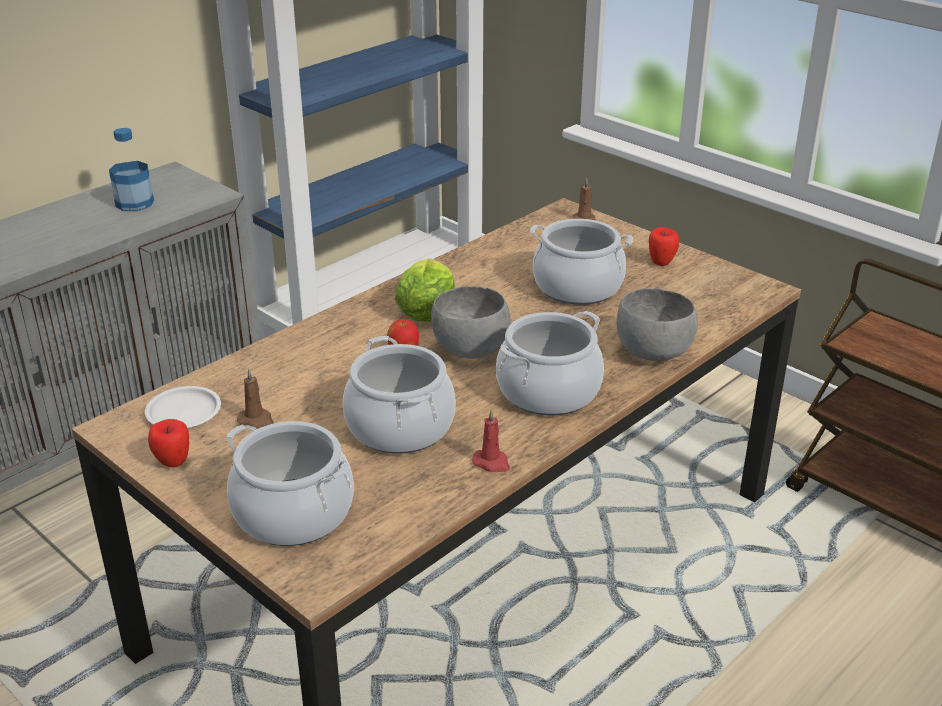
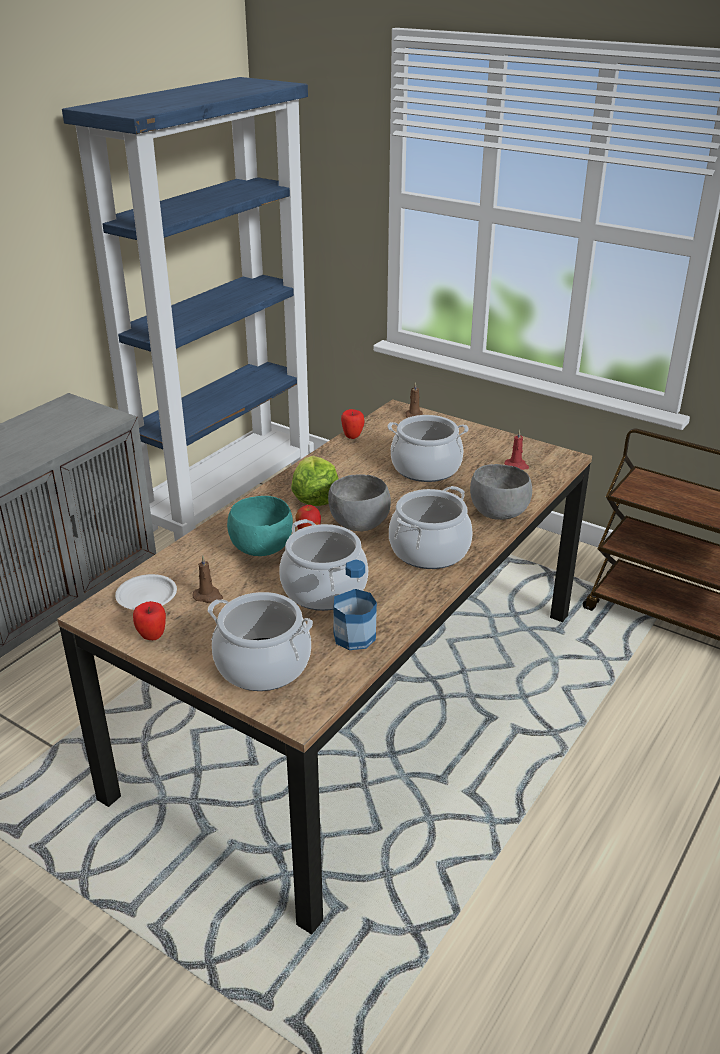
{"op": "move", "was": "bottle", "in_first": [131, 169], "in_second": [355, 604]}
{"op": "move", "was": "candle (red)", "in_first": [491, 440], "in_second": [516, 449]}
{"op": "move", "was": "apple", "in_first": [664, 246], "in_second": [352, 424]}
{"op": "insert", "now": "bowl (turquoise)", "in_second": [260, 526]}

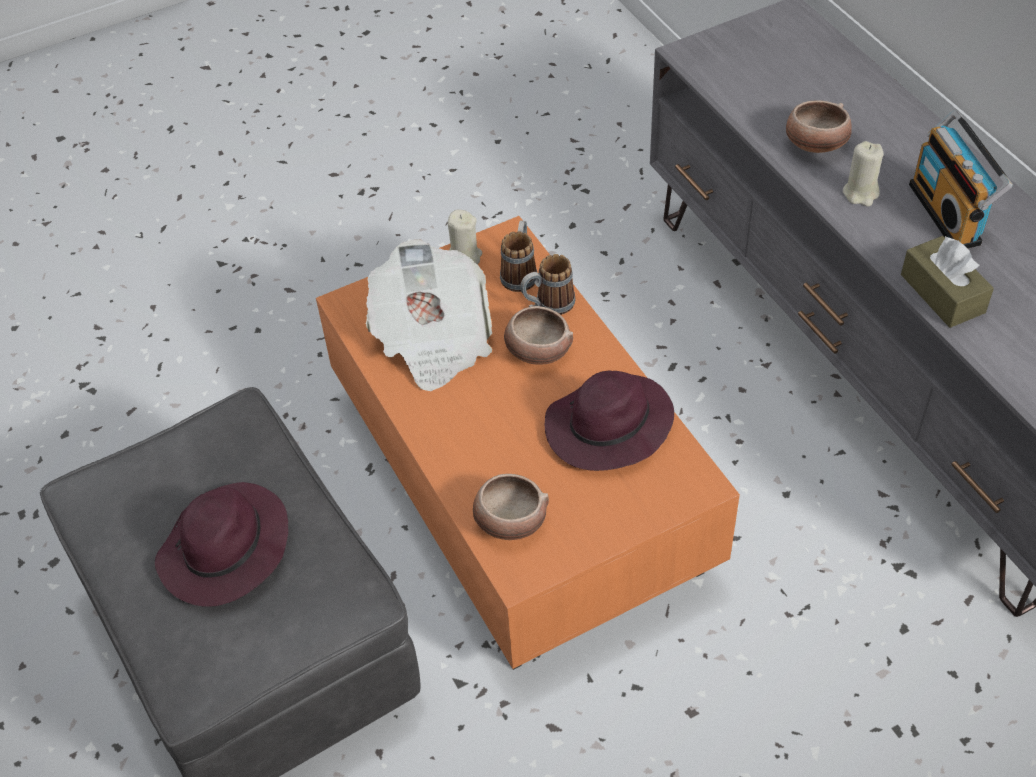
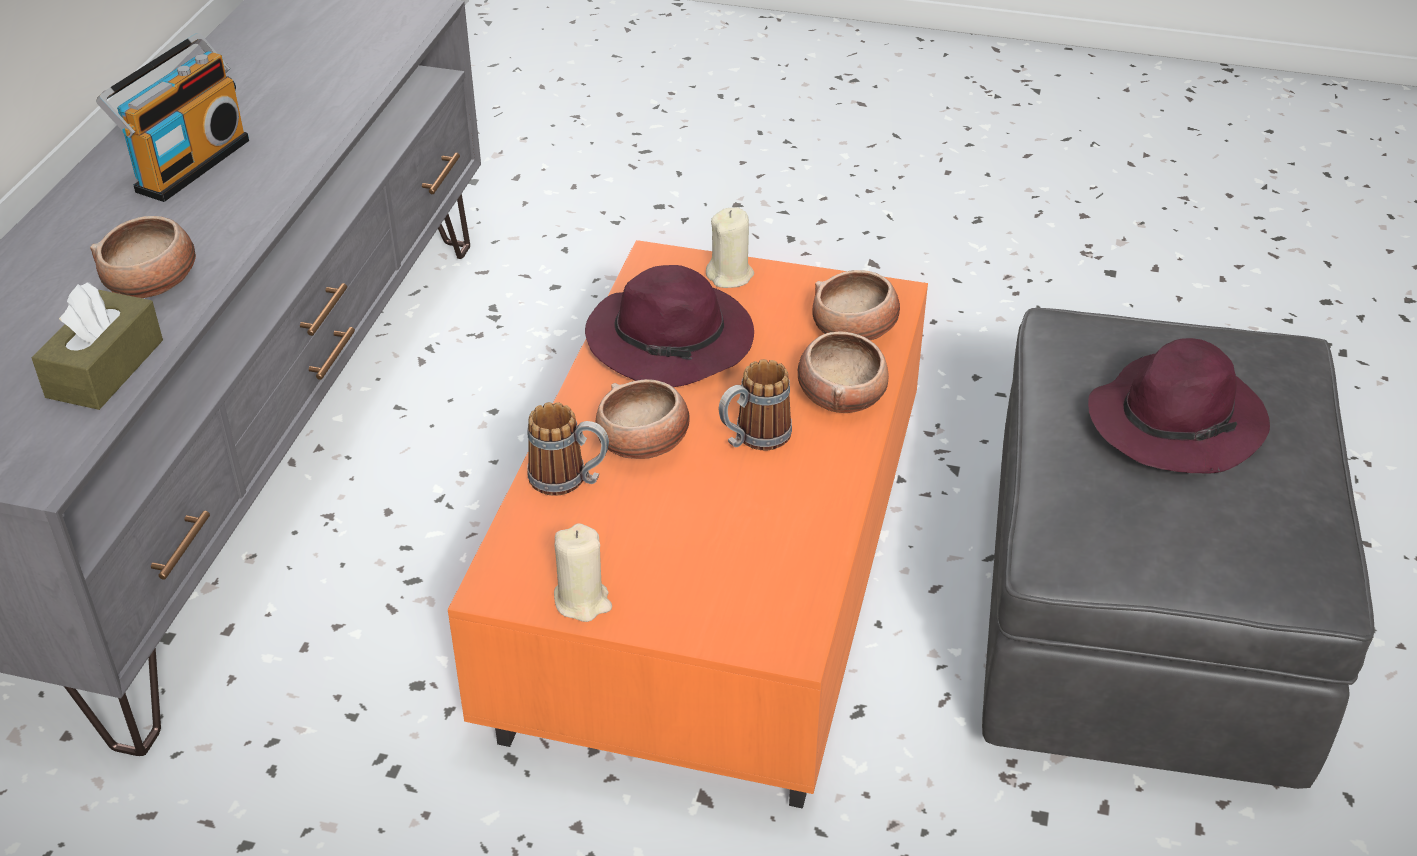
{"op": "delete", "was": "newspaper", "in_first": [429, 315]}
{"op": "move", "was": "mug", "in_first": [518, 256], "in_second": [755, 404]}
{"op": "move", "was": "candle (beige)", "in_first": [863, 173], "in_second": [730, 247]}
{"op": "move", "was": "tissue box (brown)", "in_first": [947, 282], "in_second": [97, 346]}
{"op": "insert", "now": "bowl", "in_second": [843, 372]}

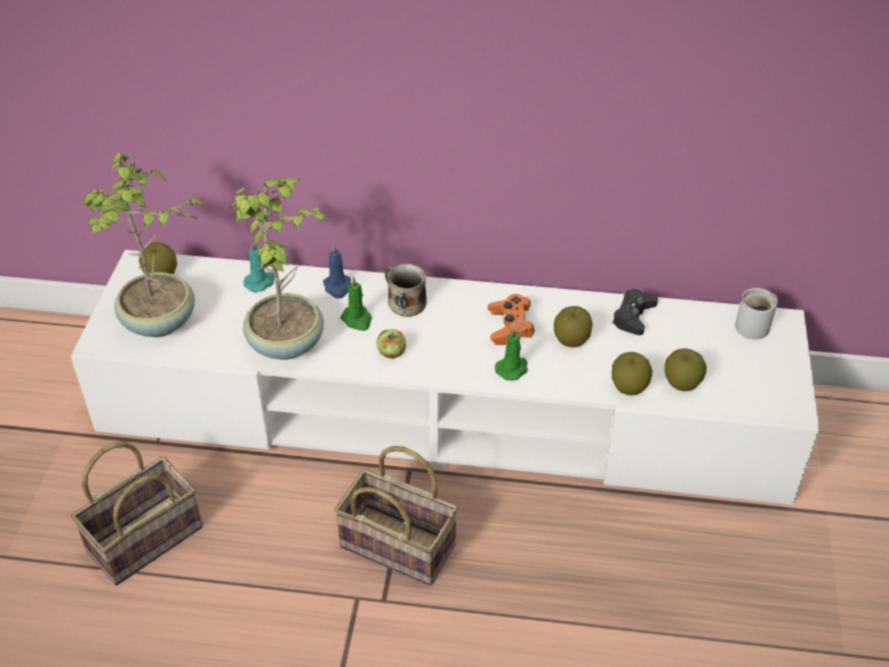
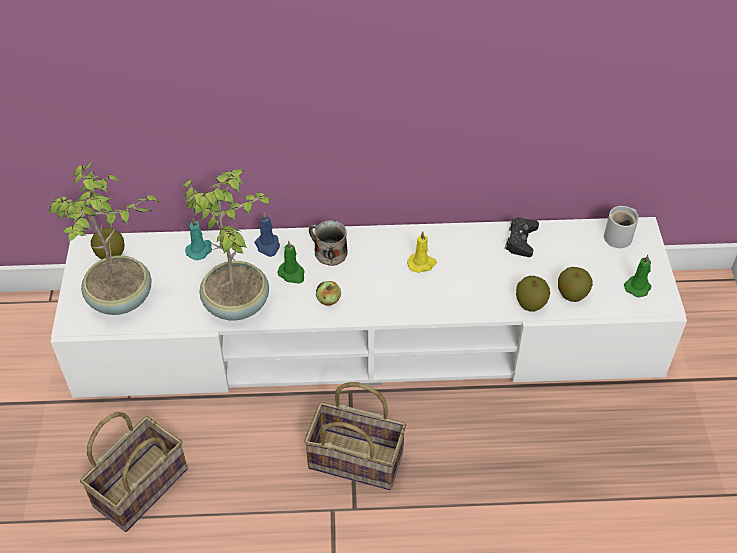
{"op": "replace", "was": "game controller (orange)", "now": "candle (yellow)", "in_first": [511, 319], "in_second": [422, 252]}
{"op": "move", "was": "candle (green)", "in_first": [511, 354], "in_second": [638, 276]}
{"op": "delete", "was": "apple", "in_first": [573, 326]}

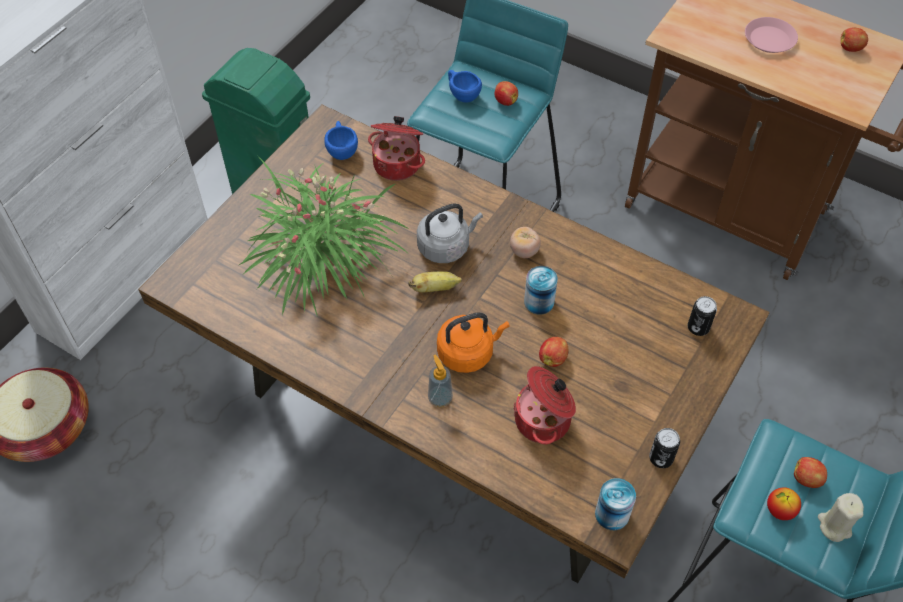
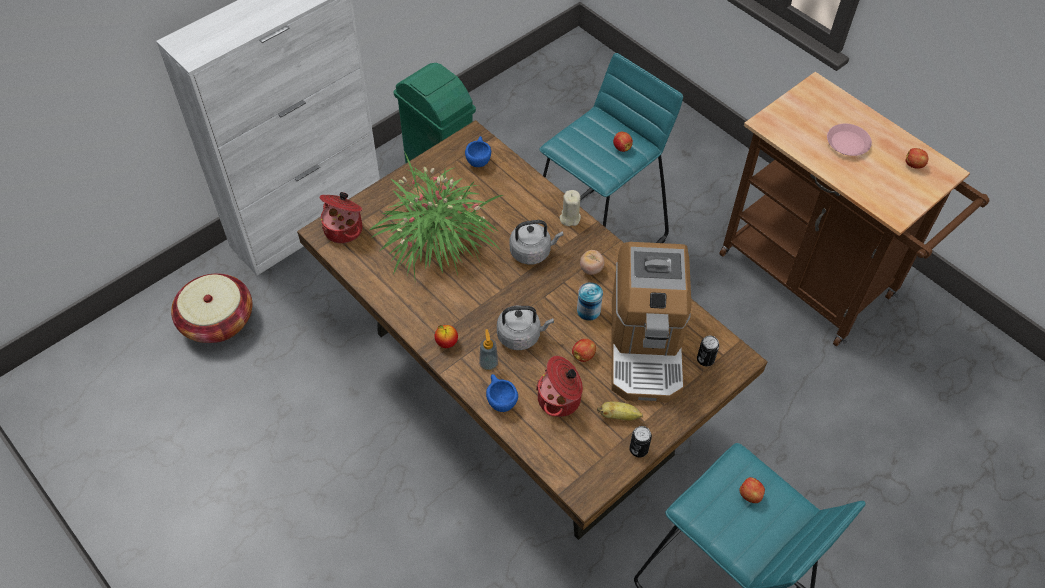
{"op": "move", "was": "cooking pot", "in_first": [396, 148], "in_second": [341, 218]}
{"op": "move", "was": "banana", "in_first": [435, 282], "in_second": [620, 411]}
{"op": "recolor", "was": "kettle (orange)", "now": "kettle (grey)", "in_first": [473, 342], "in_second": [525, 327]}
{"op": "move", "was": "cup (blue)", "in_first": [465, 86], "in_second": [502, 393]}
{"op": "delete", "was": "can", "in_first": [615, 504]}
{"op": "move", "was": "apple", "in_first": [784, 503], "in_second": [446, 336]}
{"op": "move", "was": "candle (beige)", "in_first": [841, 517], "in_second": [570, 208]}
{"op": "insert", "now": "coffee machine", "in_second": [651, 322]}

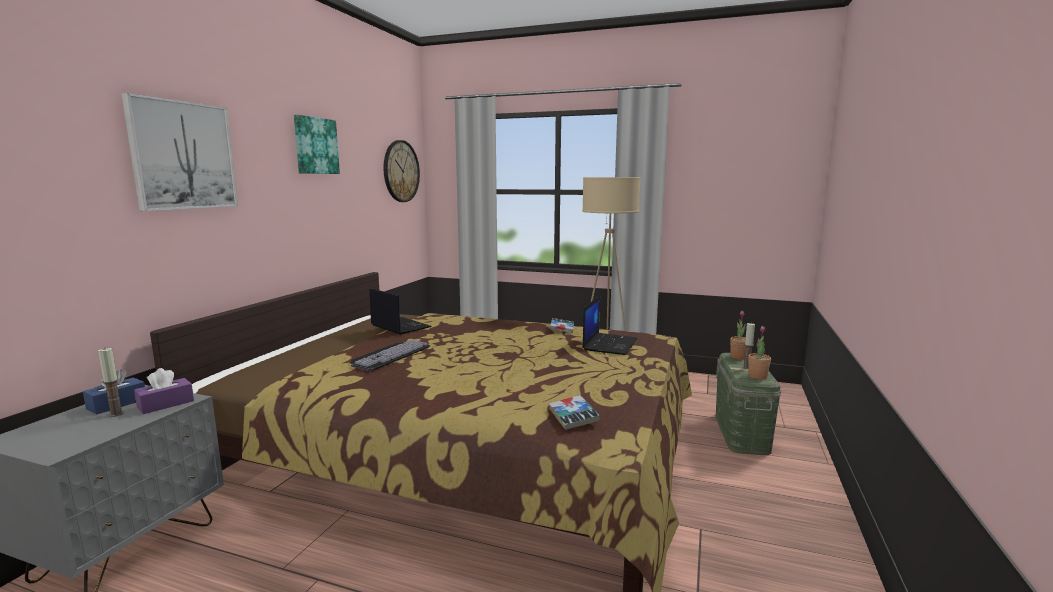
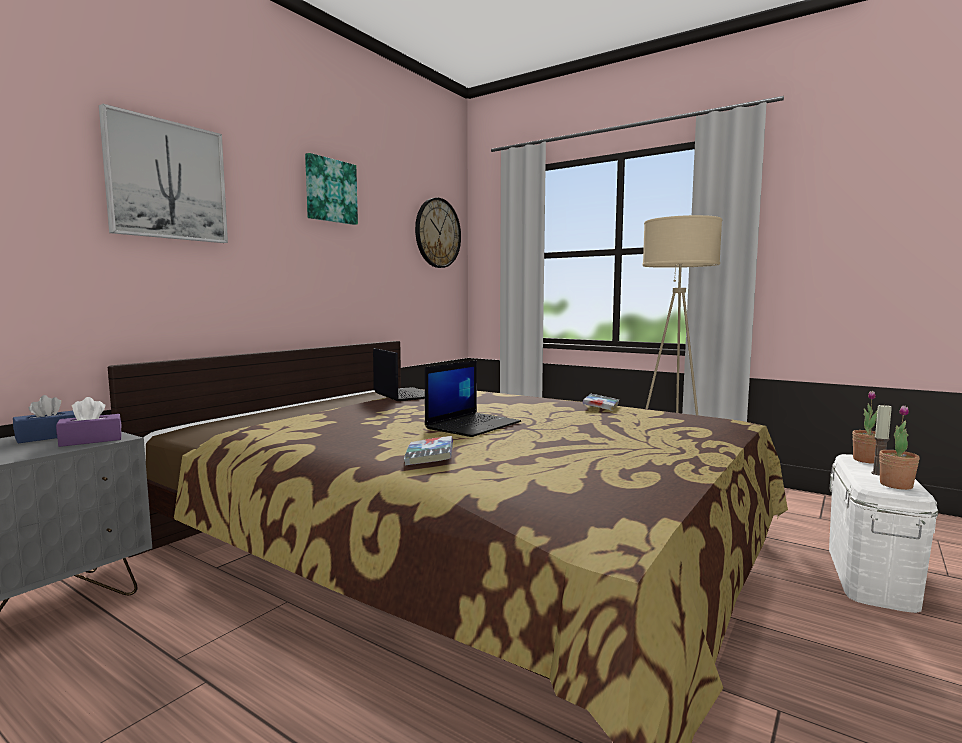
{"op": "delete", "was": "candle", "in_first": [111, 382]}
{"op": "delete", "was": "keyboard", "in_first": [390, 355]}
{"op": "move", "was": "book", "in_first": [574, 412], "in_second": [428, 451]}
{"op": "move", "was": "laptop", "in_first": [610, 325], "in_second": [473, 398]}
{"op": "recolor", "was": "storage box (green)", "now": "storage box (white)", "in_first": [748, 404], "in_second": [883, 533]}

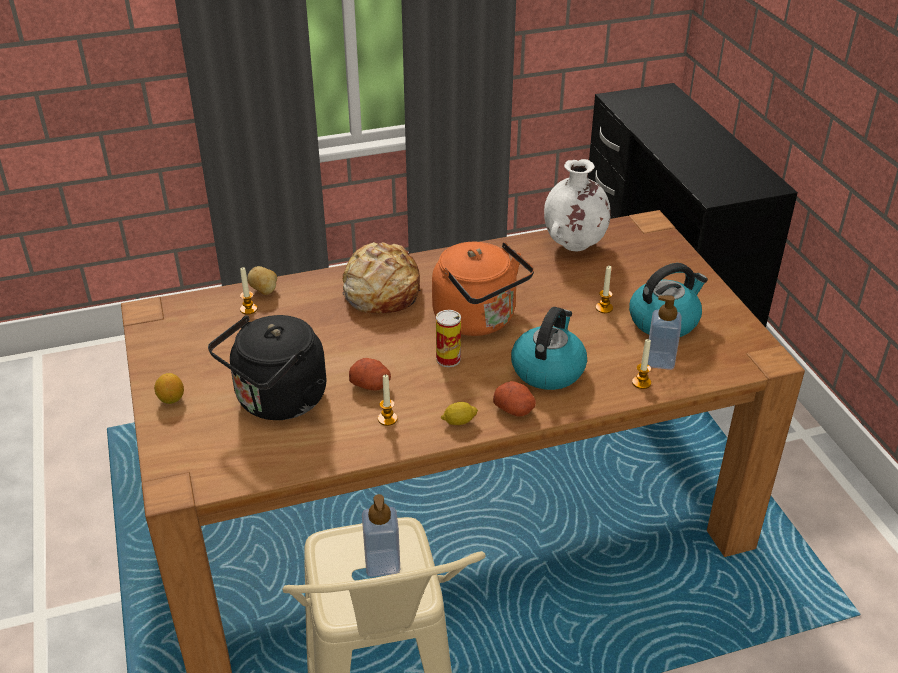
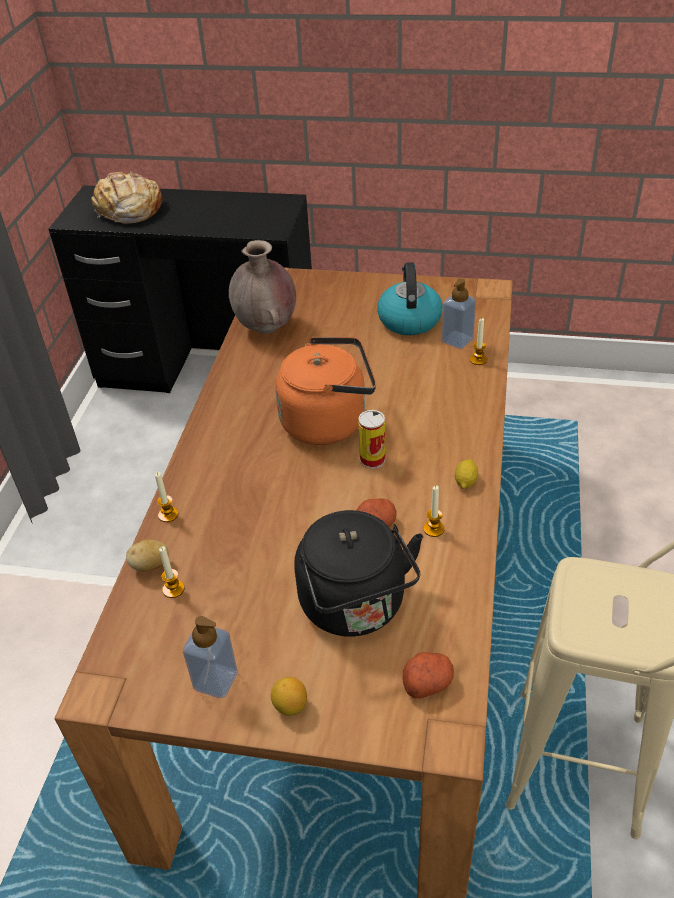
{"op": "move", "was": "bread", "in_first": [381, 278], "in_second": [127, 197]}
{"op": "move", "was": "soap dispenser", "in_first": [381, 535], "in_second": [210, 657]}
{"op": "move", "was": "potato", "in_first": [514, 399], "in_second": [428, 675]}
{"op": "delete", "was": "kettle", "in_first": [549, 348]}
{"op": "recolor", "was": "vase (white)", "now": "vase (brown)", "in_first": [577, 205], "in_second": [262, 287]}
{"op": "move", "was": "candle", "in_first": [604, 289], "in_second": [166, 497]}

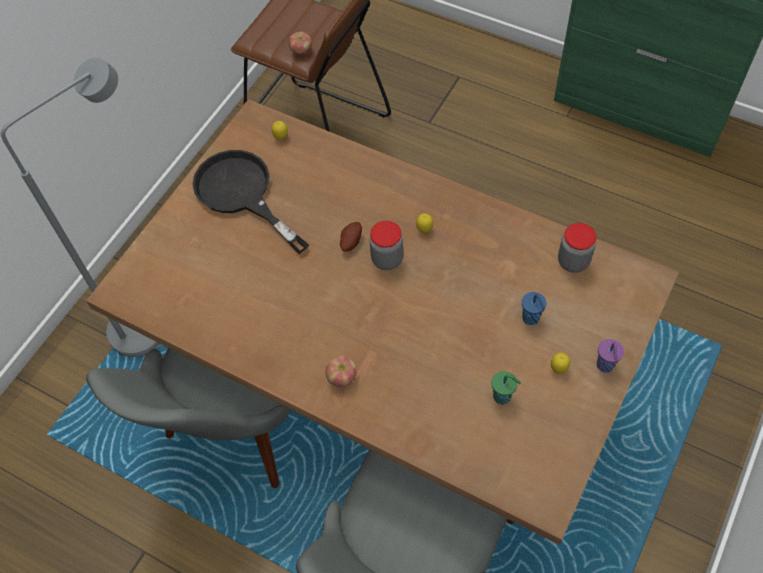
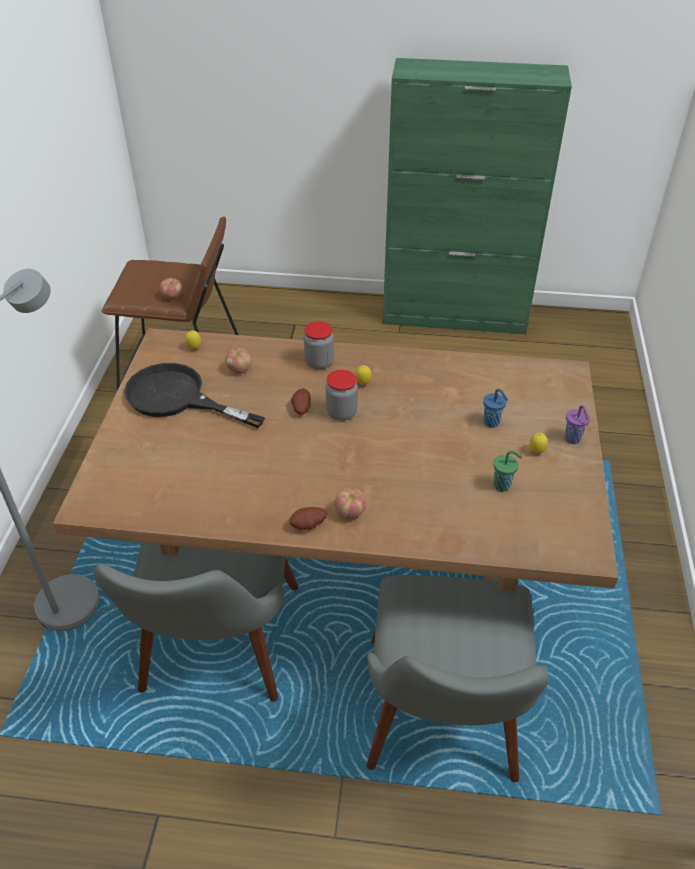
{"op": "move", "was": "jar", "in_first": [577, 248], "in_second": [319, 345]}
{"op": "insert", "now": "apple", "in_second": [239, 361]}
{"op": "insert", "now": "potato", "in_second": [308, 518]}

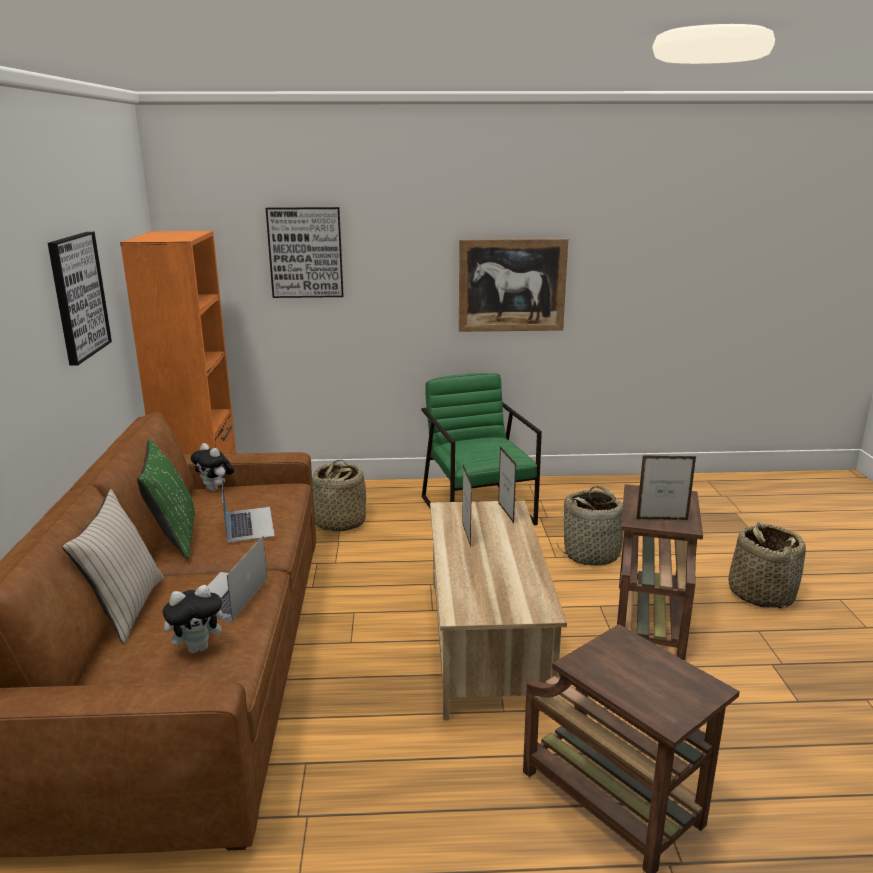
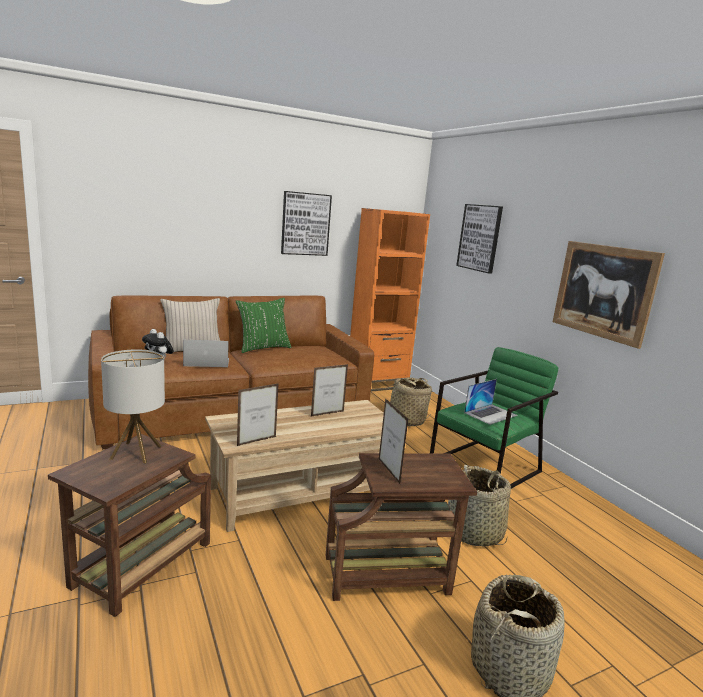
{"op": "delete", "was": "plush toy", "in_first": [212, 467]}
{"op": "move", "was": "laptop", "in_first": [248, 510], "in_second": [490, 402]}
{"op": "move", "was": "picture frame", "in_first": [507, 484], "in_second": [258, 414]}
{"op": "insert", "now": "table lamp", "in_second": [133, 406]}

